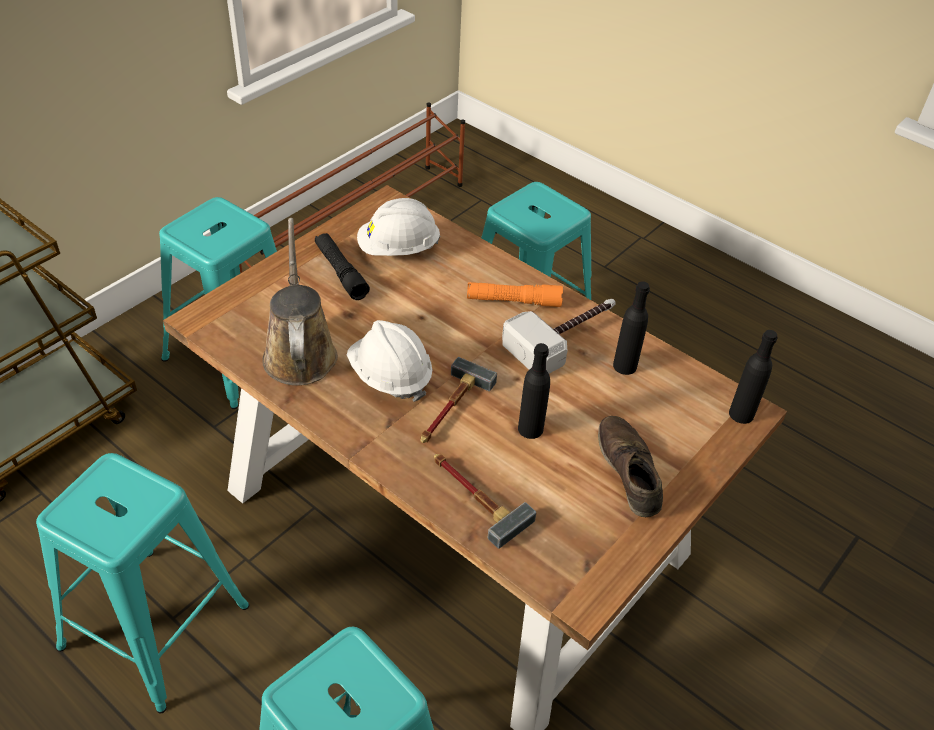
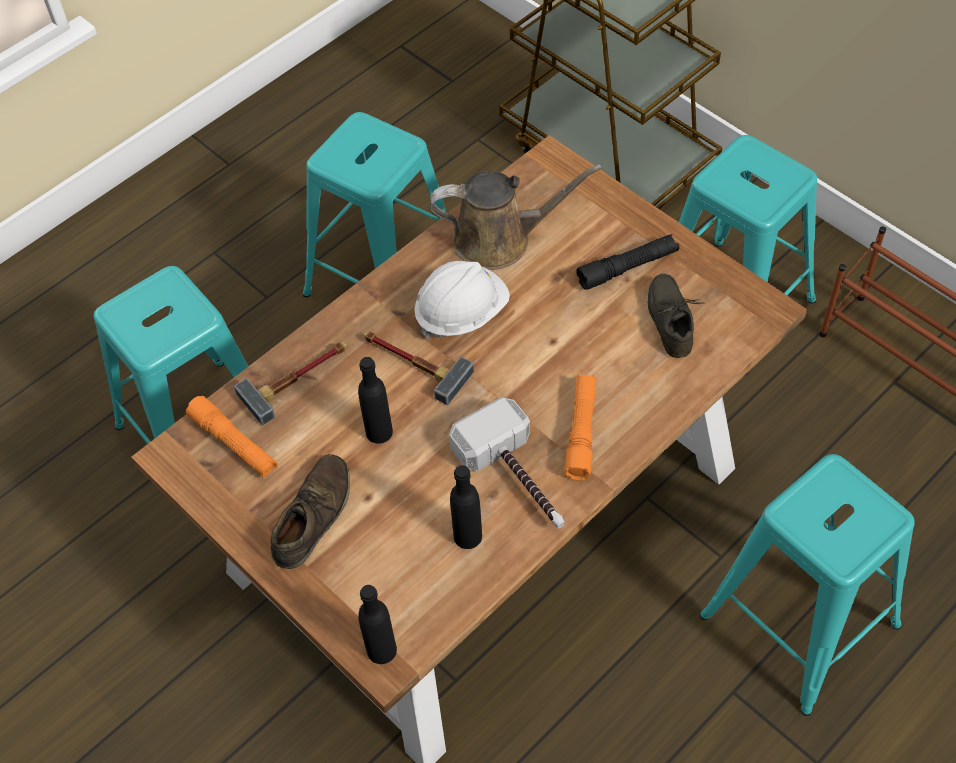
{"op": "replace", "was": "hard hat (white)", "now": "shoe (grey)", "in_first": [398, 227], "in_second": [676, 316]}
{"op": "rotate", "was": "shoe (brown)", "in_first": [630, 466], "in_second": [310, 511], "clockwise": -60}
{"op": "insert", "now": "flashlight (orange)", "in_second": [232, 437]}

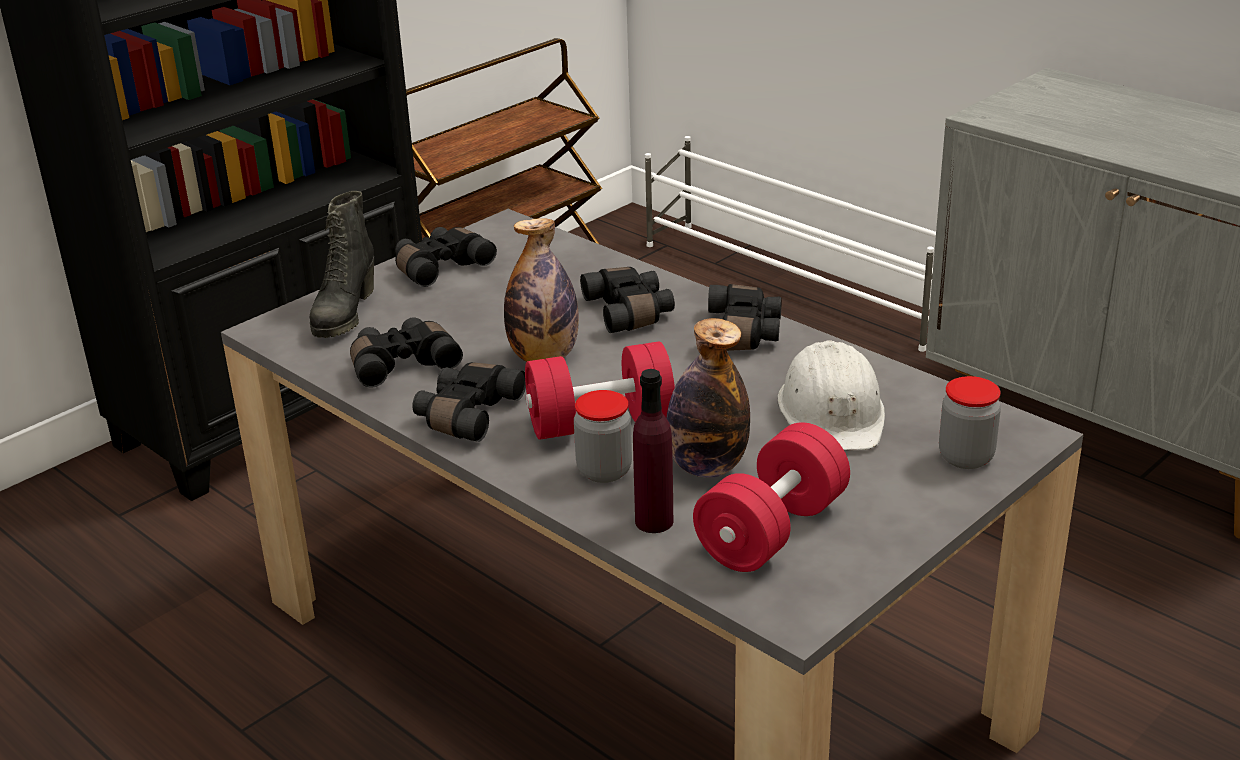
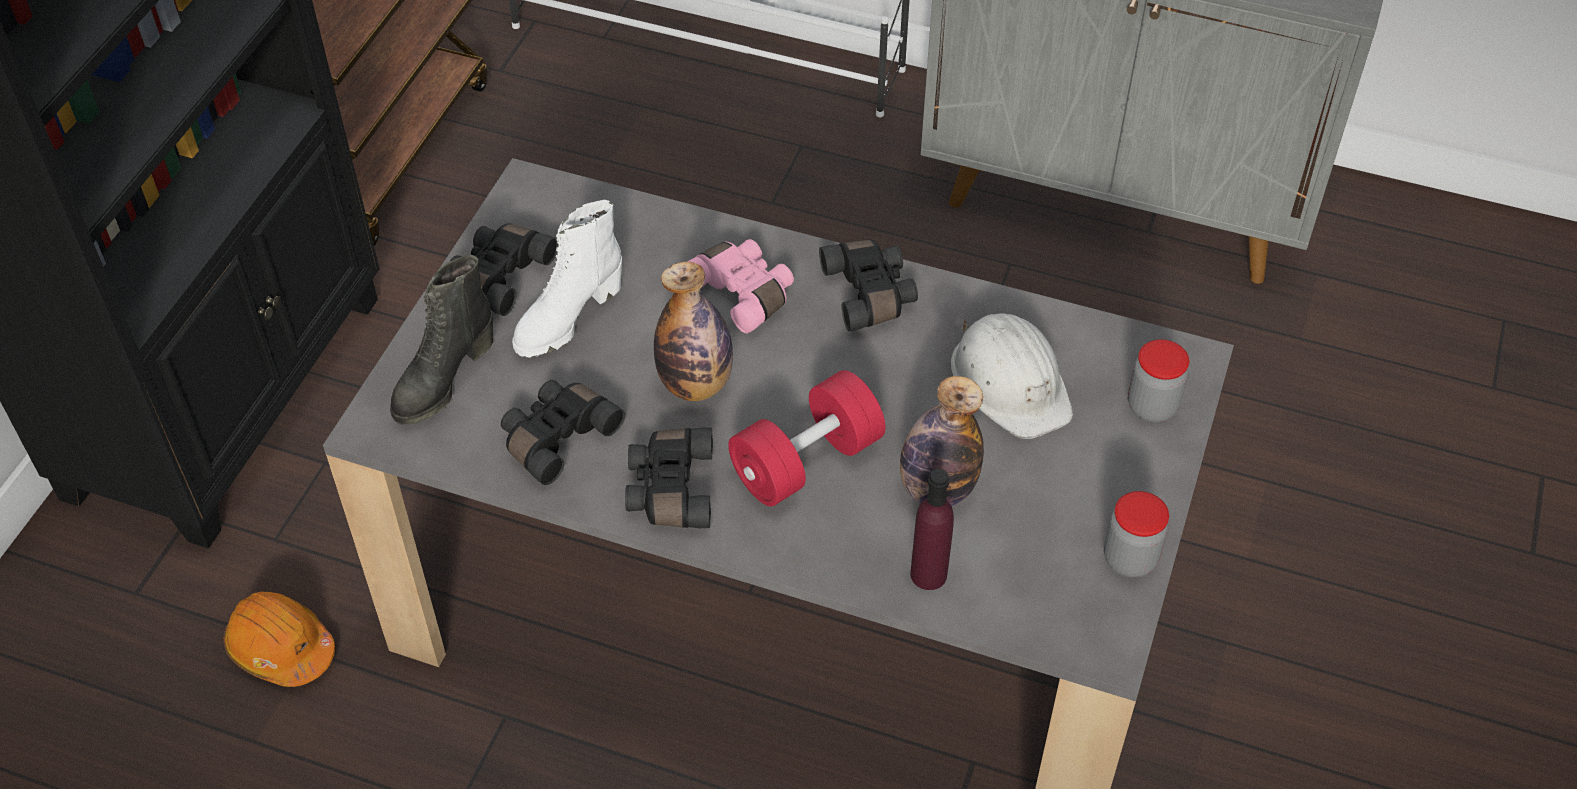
{"op": "rotate", "was": "boot (black)", "in_first": [342, 264], "in_second": [441, 339], "clockwise": 45}
{"op": "move", "was": "jar", "in_first": [603, 436], "in_second": [1136, 534]}
{"op": "recolor", "was": "binoculars (black)", "now": "binoculars (pink)", "in_first": [627, 300], "in_second": [740, 286]}
{"op": "delete", "was": "dumbbell (red)", "in_first": [771, 497]}
{"op": "insert", "now": "hard hat (orange)", "in_second": [279, 639]}
{"op": "insert", "now": "boot (white)", "in_second": [567, 279]}

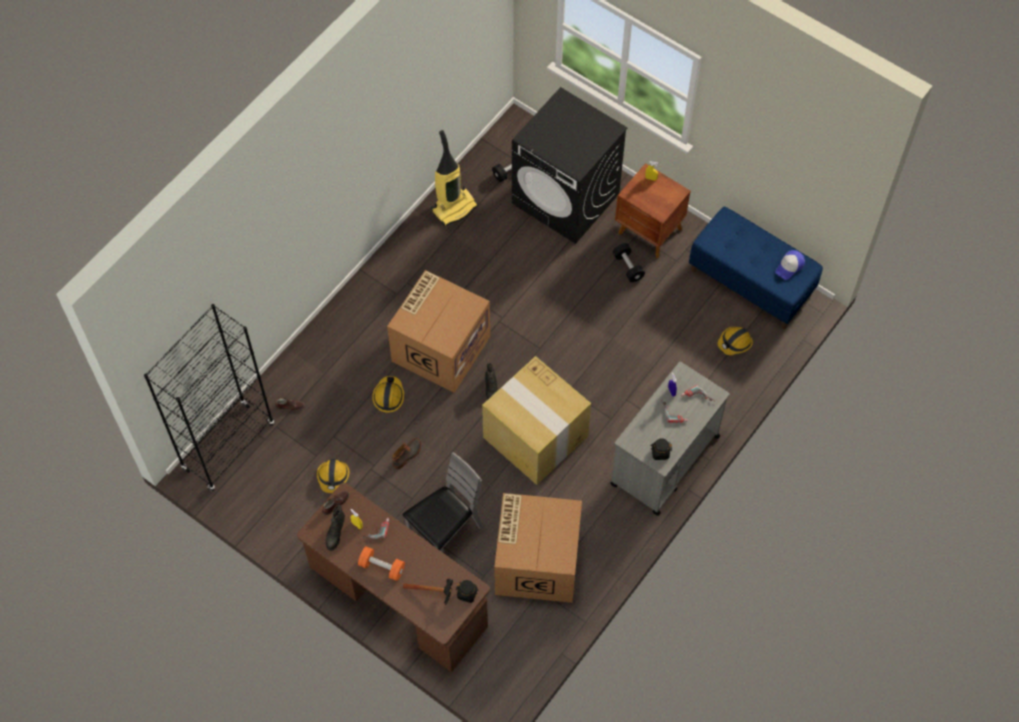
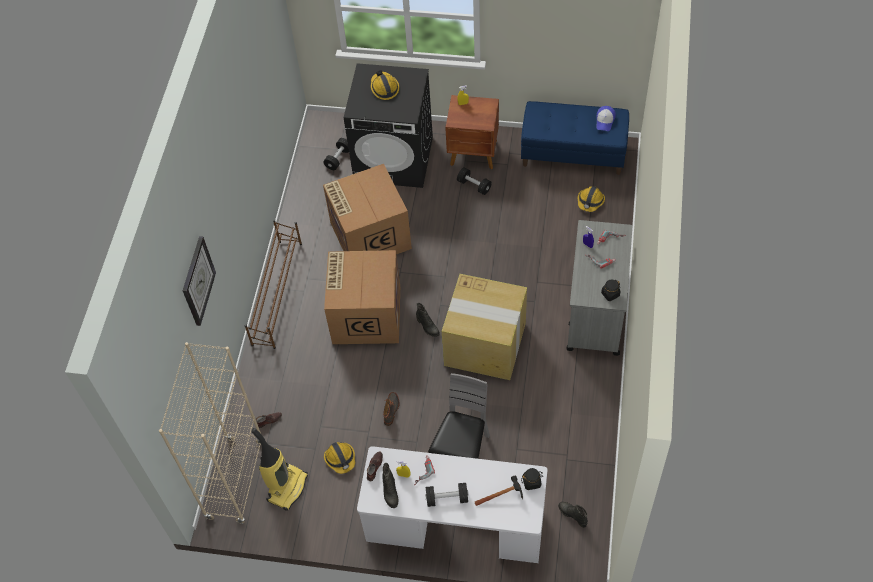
{"op": "recolor", "was": "bookcase (black)", "now": "bookcase (beige)", "in_first": [209, 398], "in_second": [210, 433]}
{"op": "recolor", "was": "desk (brown)", "now": "desk (white)", "in_first": [393, 577], "in_second": [452, 504]}
{"op": "recolor", "was": "dumbbell (orange)", "now": "dumbbell (black)", "in_first": [381, 563], "in_second": [447, 495]}
{"op": "move", "was": "hard hat", "in_first": [388, 394], "in_second": [385, 85]}
{"op": "move", "was": "vacuum cleaner", "in_first": [454, 178], "in_second": [279, 469]}
{"op": "move", "was": "cardboard box", "in_first": [538, 548], "in_second": [367, 209]}
{"op": "insert", "now": "wall clock", "in_second": [199, 281]}
{"op": "insert", "now": "shoe rack (brown)", "in_second": [273, 284]}
{"op": "insert", "now": "boot (black)", "in_second": [573, 515]}

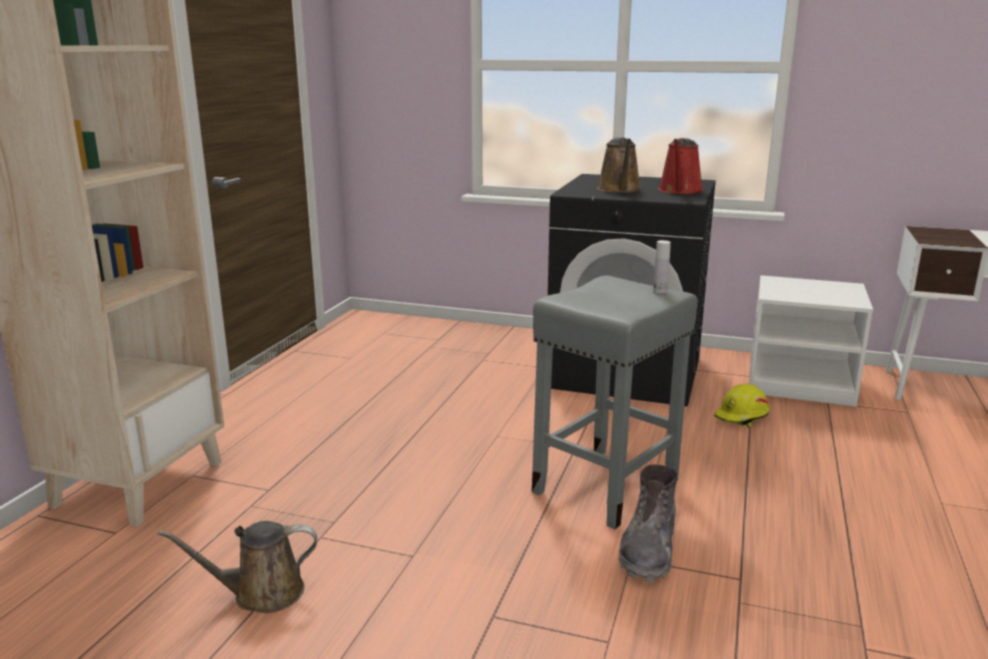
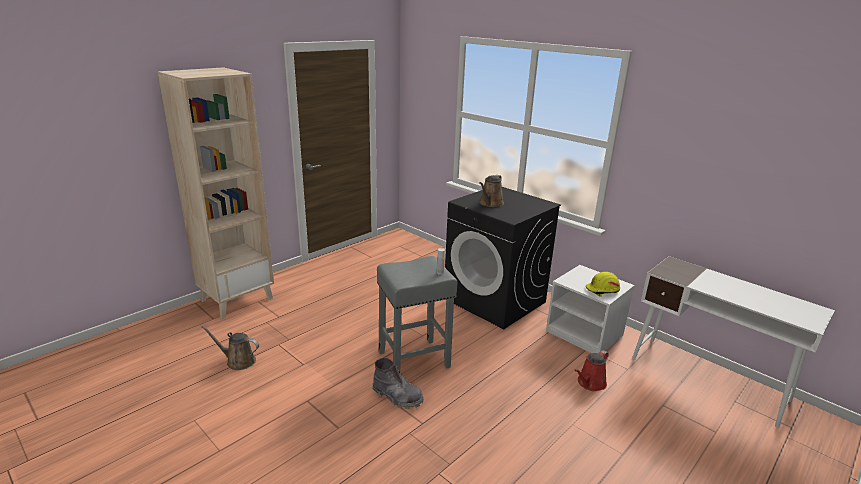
{"op": "rotate", "was": "boot (grey)", "in_first": [648, 524], "in_second": [398, 383], "clockwise": -105}
{"op": "move", "was": "watering can (red)", "in_first": [680, 166], "in_second": [591, 370]}
{"op": "move", "was": "hard hat (yellow)", "in_first": [742, 405], "in_second": [603, 284]}

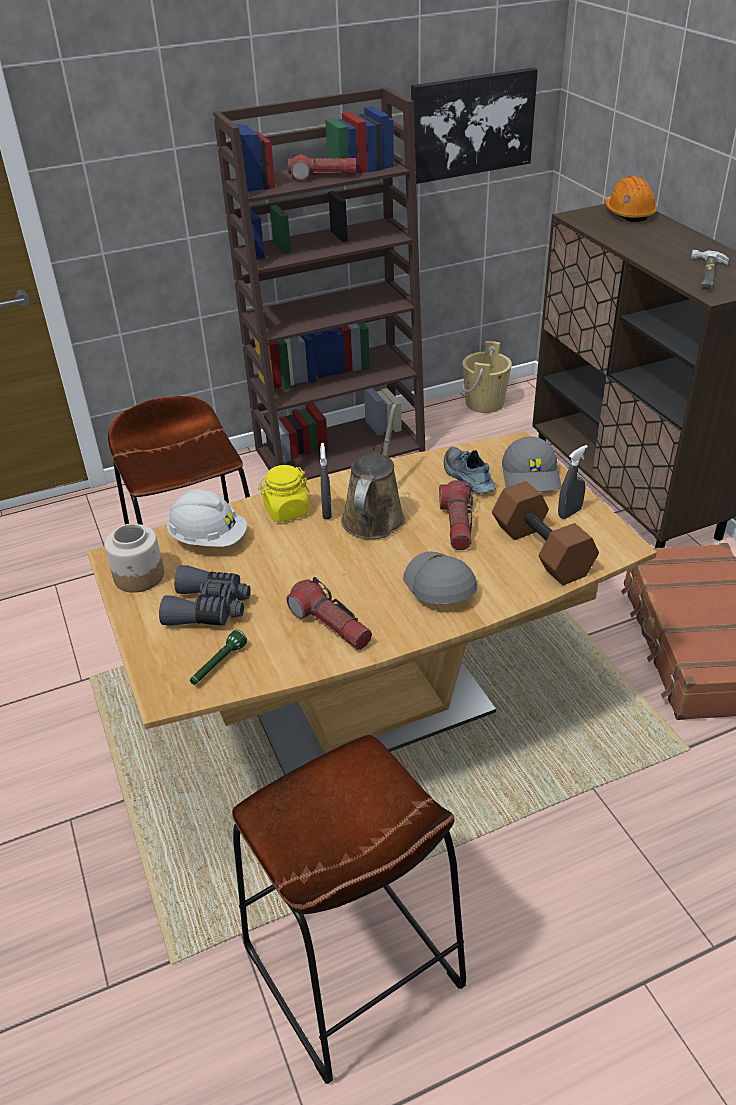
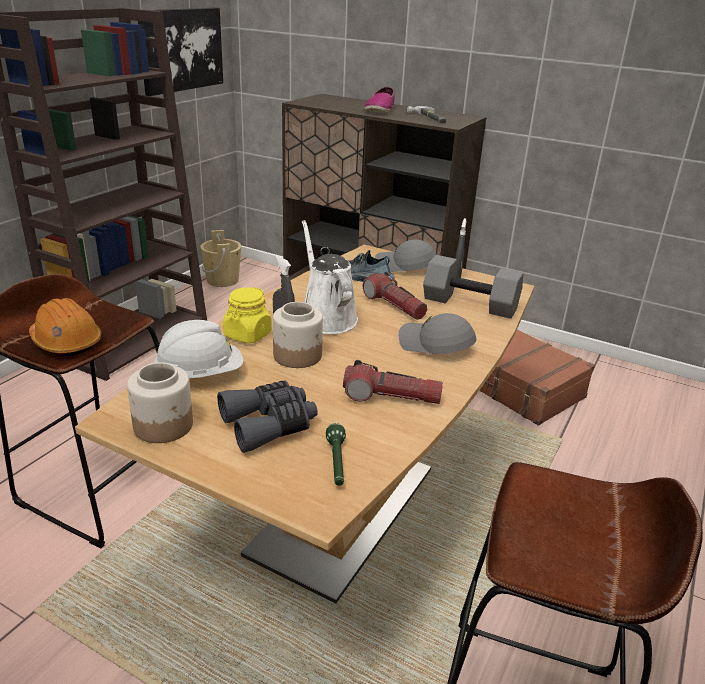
{"op": "delete", "was": "flashlight", "in_first": [322, 167]}
{"op": "recolor", "was": "watering can (brown)", "now": "watering can (white)", "in_first": [373, 471], "in_second": [330, 277]}
{"op": "recolor", "was": "dumbbell (brown)", "now": "dumbbell (grey)", "in_first": [545, 533], "in_second": [473, 287]}
{"op": "rotate", "was": "cap (grey)", "in_first": [531, 464], "in_second": [405, 255], "clockwise": 150}
{"op": "move", "was": "hard hat (orange)", "in_first": [631, 199], "in_second": [65, 327]}
{"op": "insert", "now": "jar", "in_second": [298, 335]}
{"op": "insert", "now": "shoe", "in_second": [379, 99]}

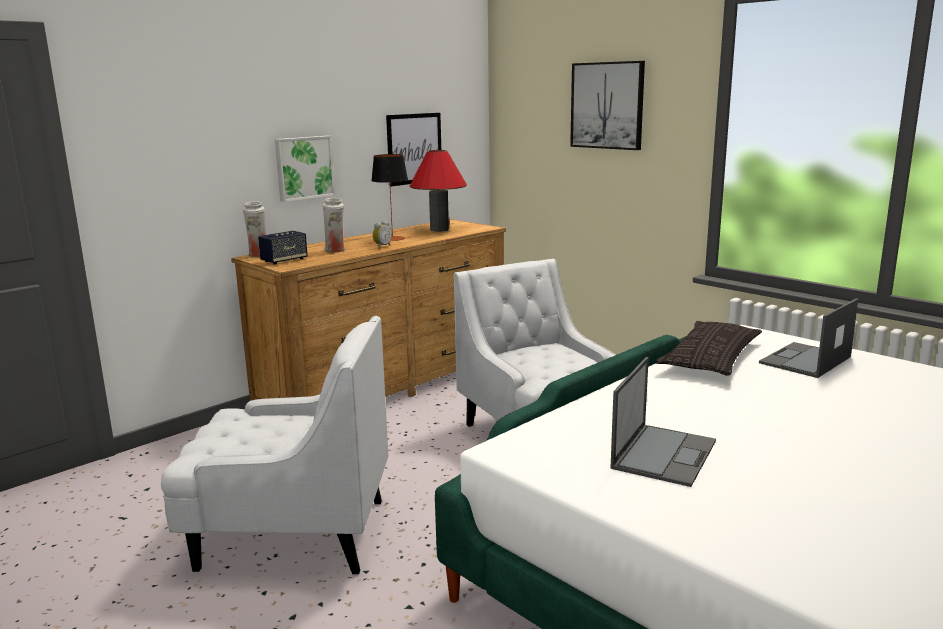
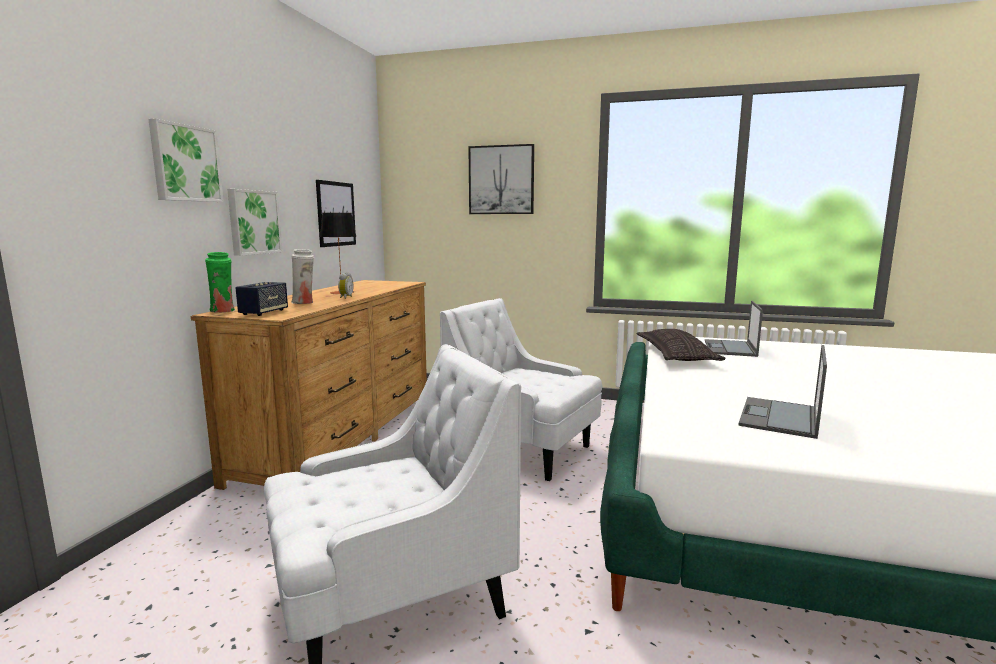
{"op": "recolor", "was": "vase (white)", "now": "vase (green)", "in_first": [254, 229], "in_second": [220, 282]}
{"op": "delete", "was": "table lamp (red)", "in_first": [438, 191]}
{"op": "rotate", "was": "laptop", "in_first": [663, 422], "in_second": [783, 392], "clockwise": -150}
{"op": "insert", "now": "picture", "in_second": [186, 160]}

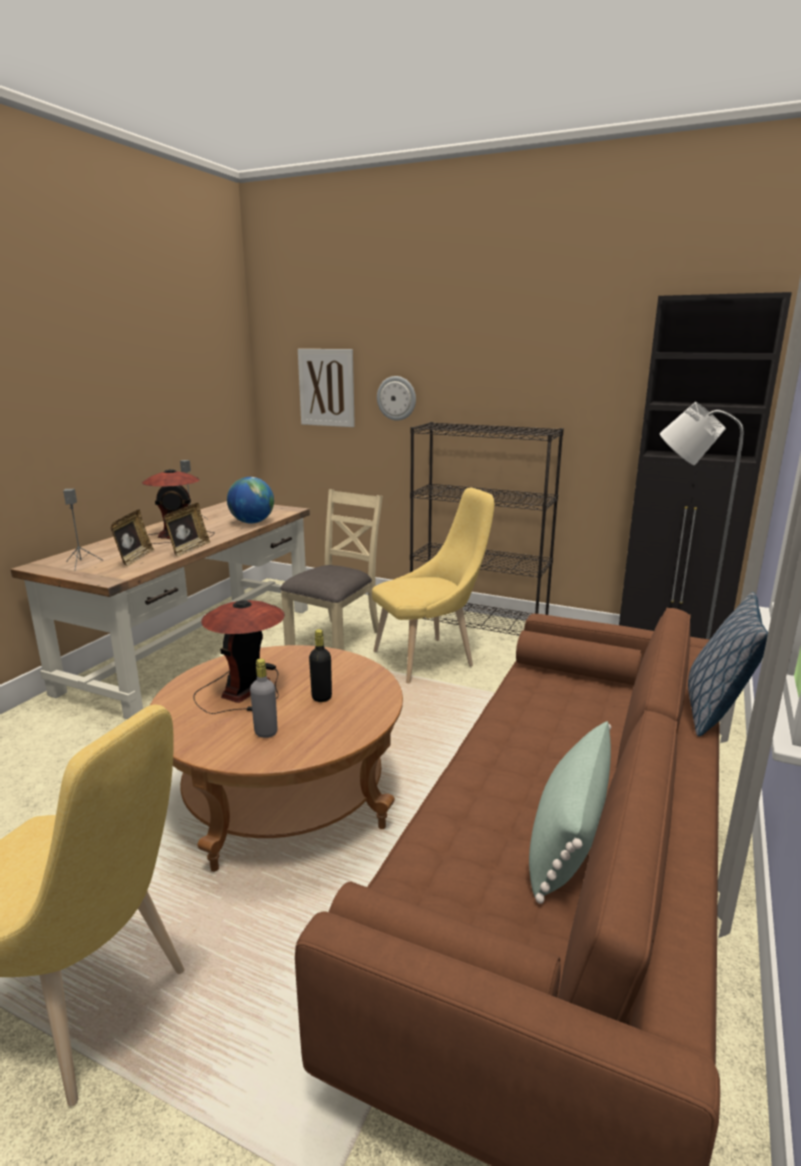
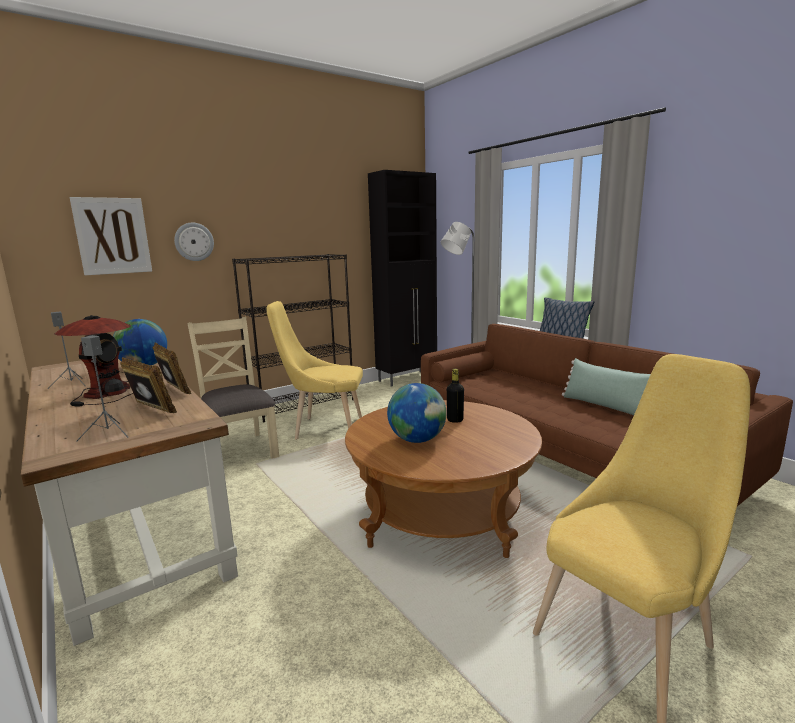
{"op": "replace", "was": "table lamp", "now": "globe", "in_first": [239, 657], "in_second": [417, 413]}
{"op": "delete", "was": "bottle (grey)", "in_first": [263, 698]}
{"op": "rotate", "was": "chair (yellow)", "in_first": [433, 585], "in_second": [314, 370], "clockwise": -90}

